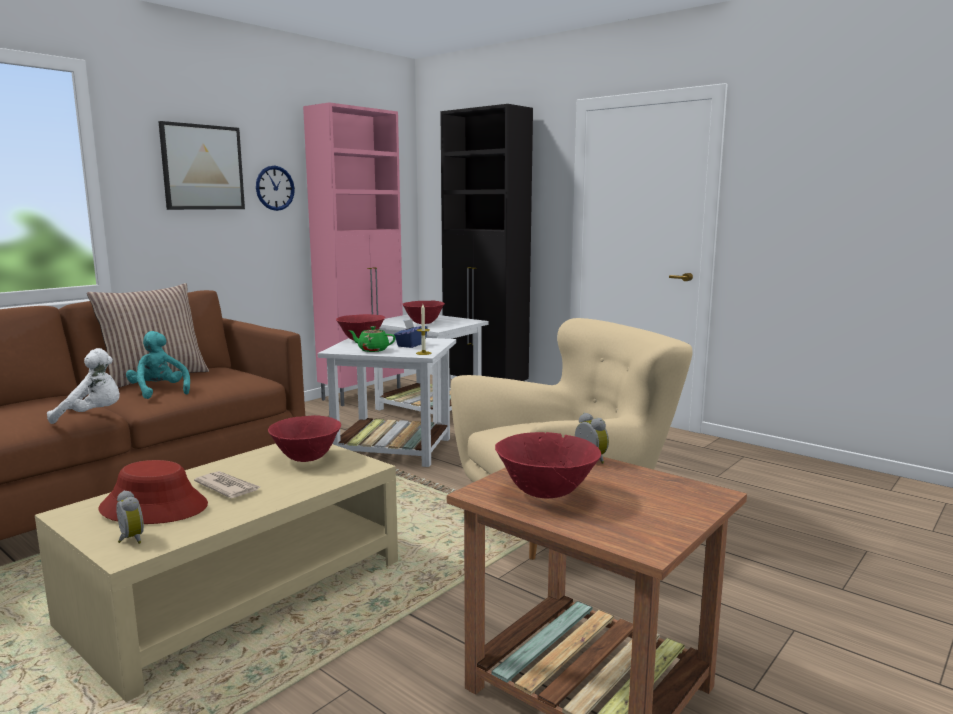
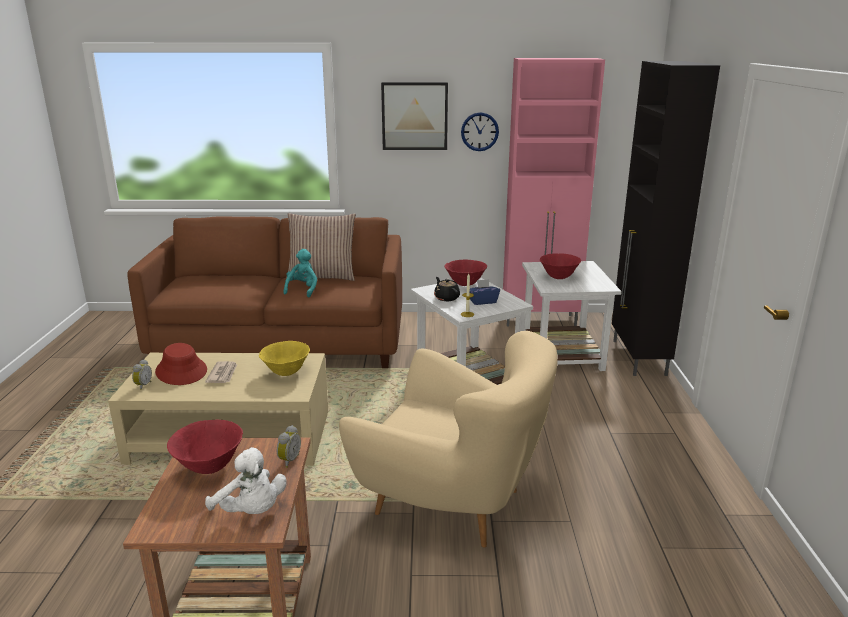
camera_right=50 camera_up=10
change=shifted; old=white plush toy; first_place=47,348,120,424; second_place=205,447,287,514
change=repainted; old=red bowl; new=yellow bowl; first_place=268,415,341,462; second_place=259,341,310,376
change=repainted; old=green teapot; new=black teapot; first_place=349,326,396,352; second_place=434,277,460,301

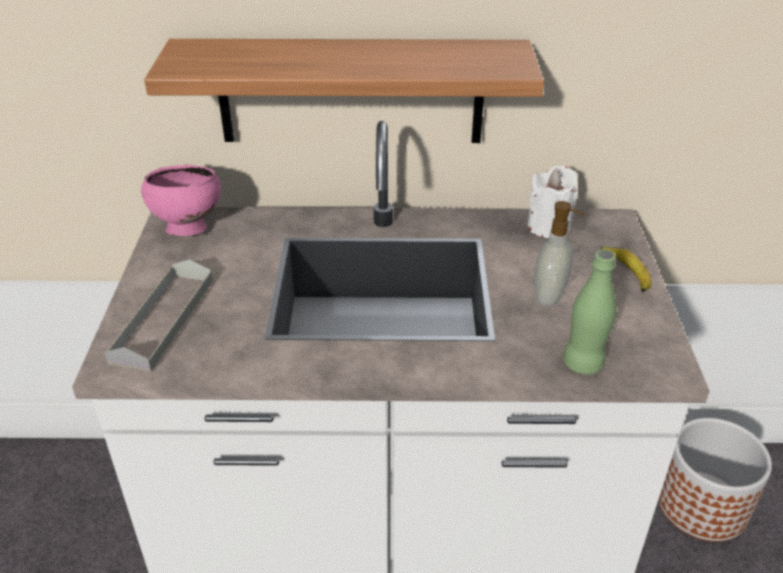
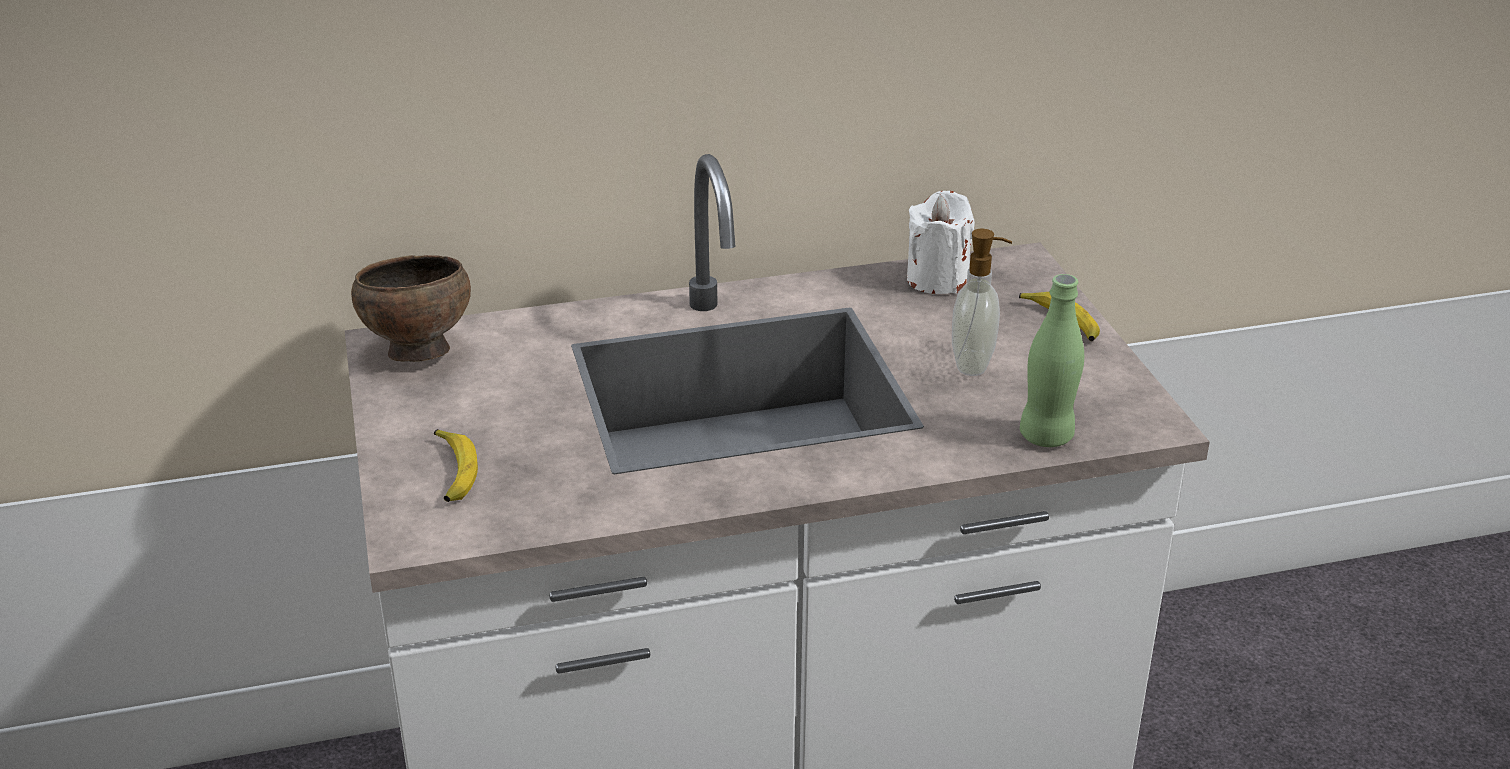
camera_right=-15 camera_up=-5
change=repainted; old=pink bowl; new=brown bowl; first_place=141,165,221,236; second_place=351,255,471,362
change=swapped; old=grey tray; new=banana; first_place=104,259,213,372; second_place=434,429,478,502
change=gone; old=shelf; first_place=144,39,544,143
change=gone; old=planter; first_place=658,418,772,542

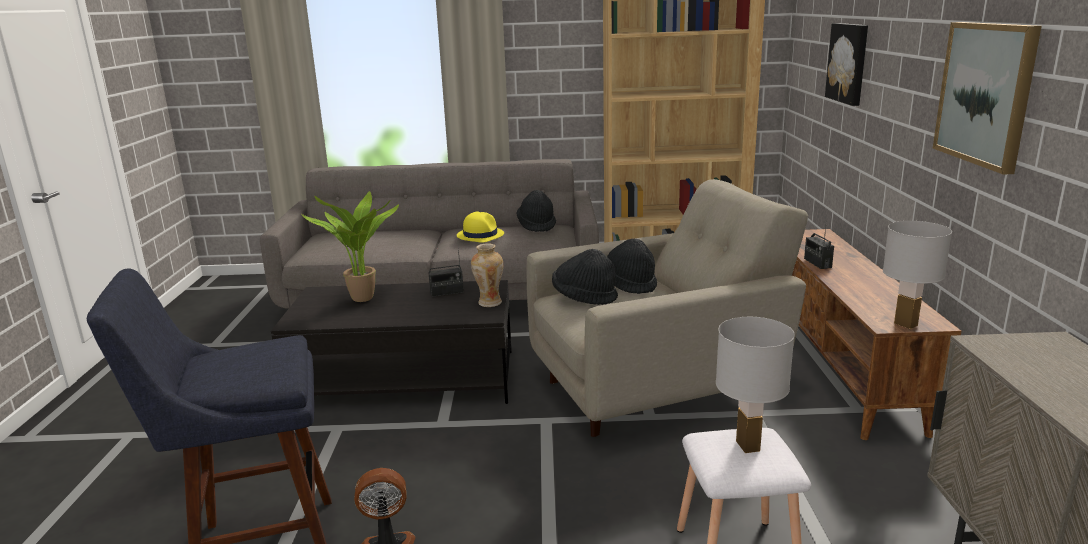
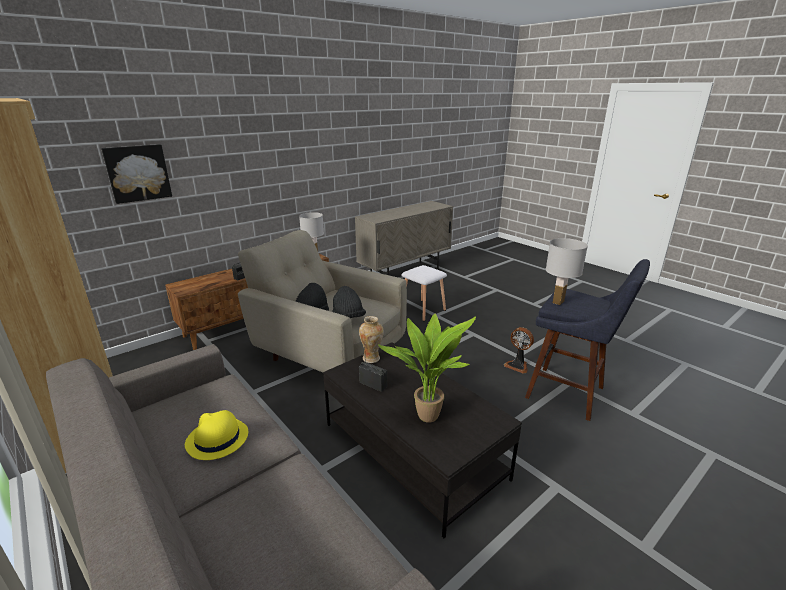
camera_right=-130 camera_up=5
change=shifted; old=white table lamp; first_place=716,317,795,453; second_place=546,238,588,305
change=gone; old=black hat; first_place=516,190,556,232
change=gone; old=picture; first_place=933,22,1042,175

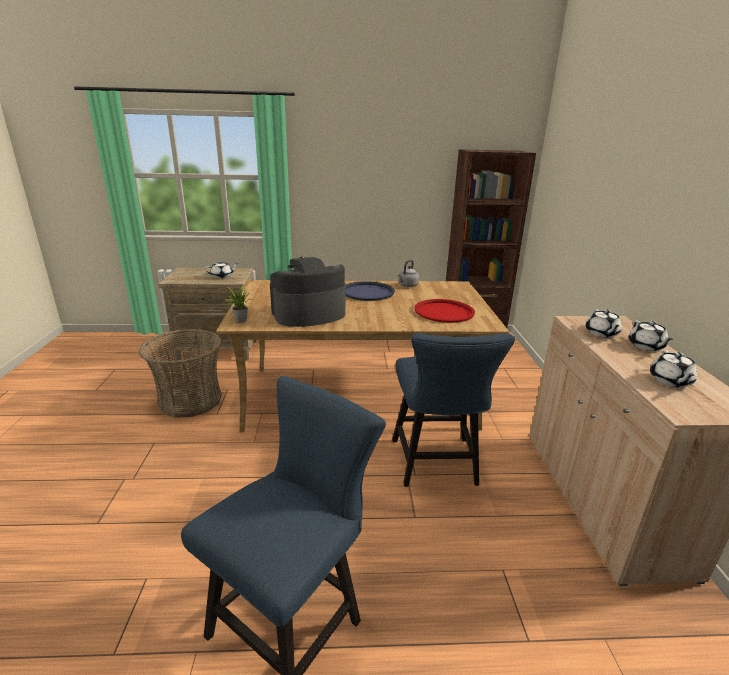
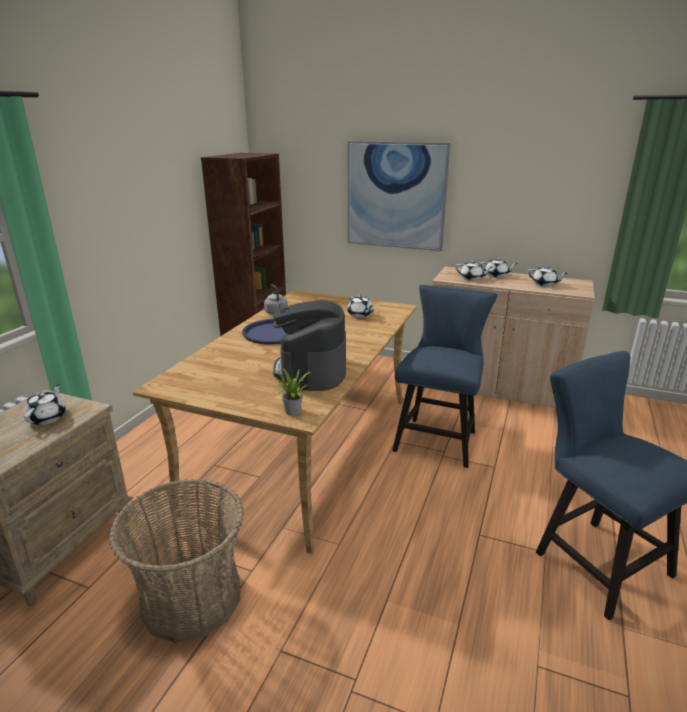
camera_right=-65 camera_up=0
change=swapped; old=red tray; new=white teapot; first_place=414,299,475,323; second_place=347,295,373,318
change=new; new=picture; second_place=348,141,451,251
change=rotated; old=blue chair; first_place=392,333,515,487; second_place=392,285,497,468; degrees=-90

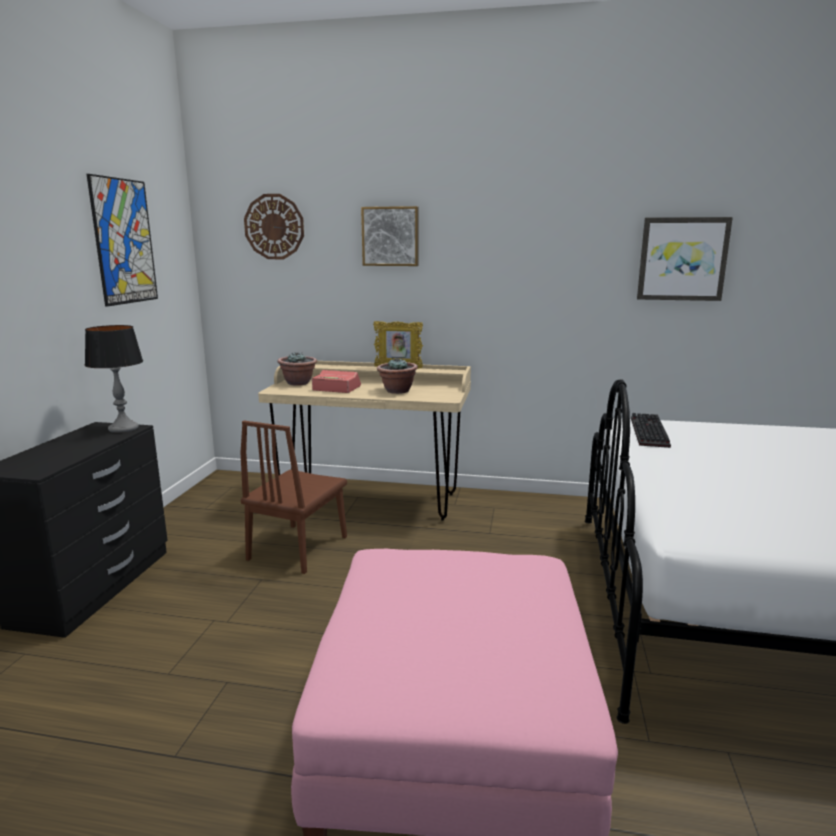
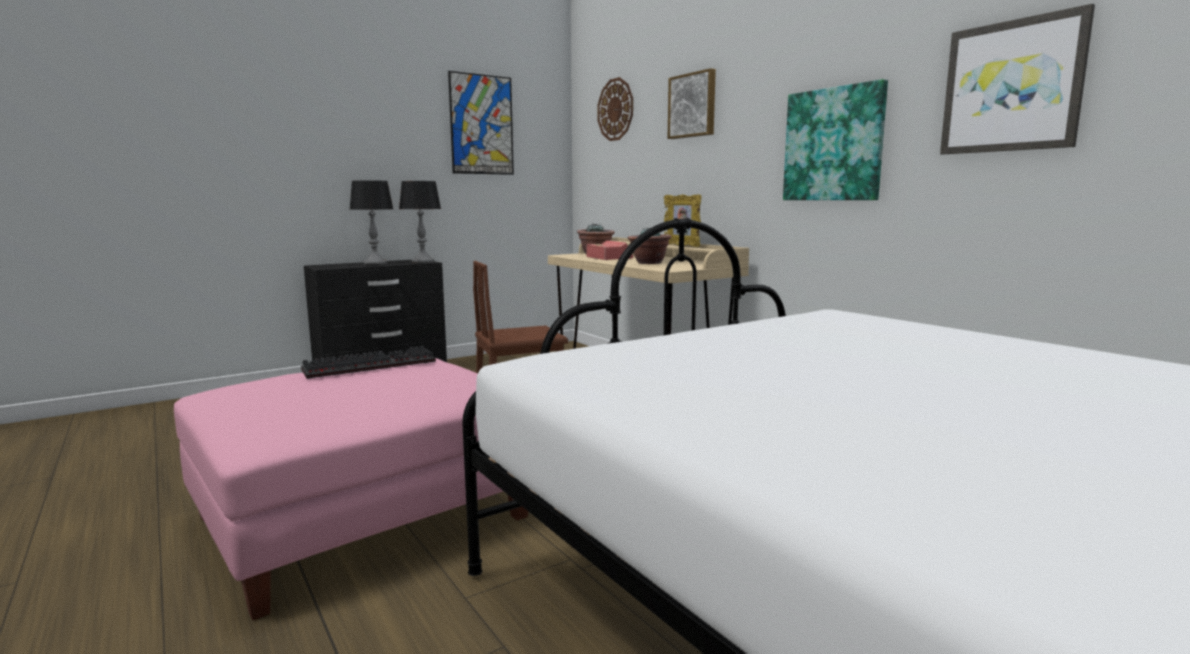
camera_right=45 camera_up=-5
change=shifted; old=keyboard; first_place=631,413,671,448; second_place=301,346,436,379
change=new; new=table lamp; second_place=349,180,393,265
change=new; new=picture; second_place=783,79,888,200

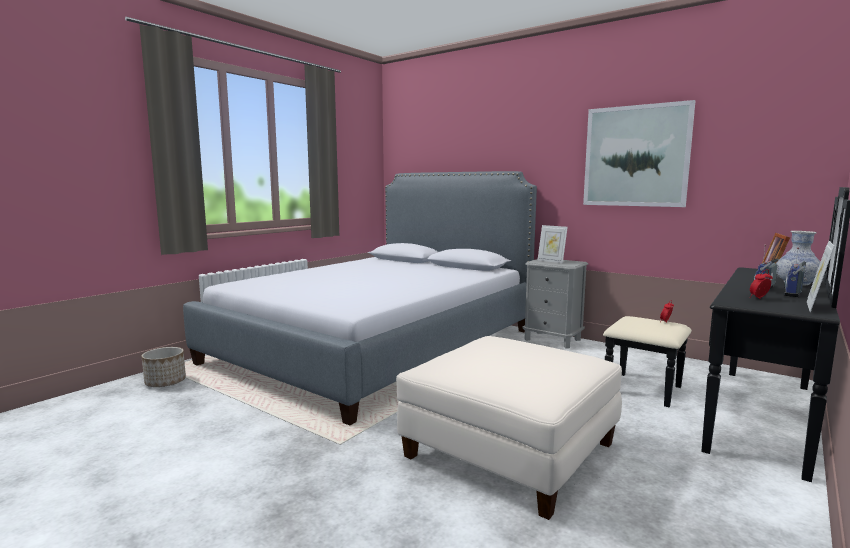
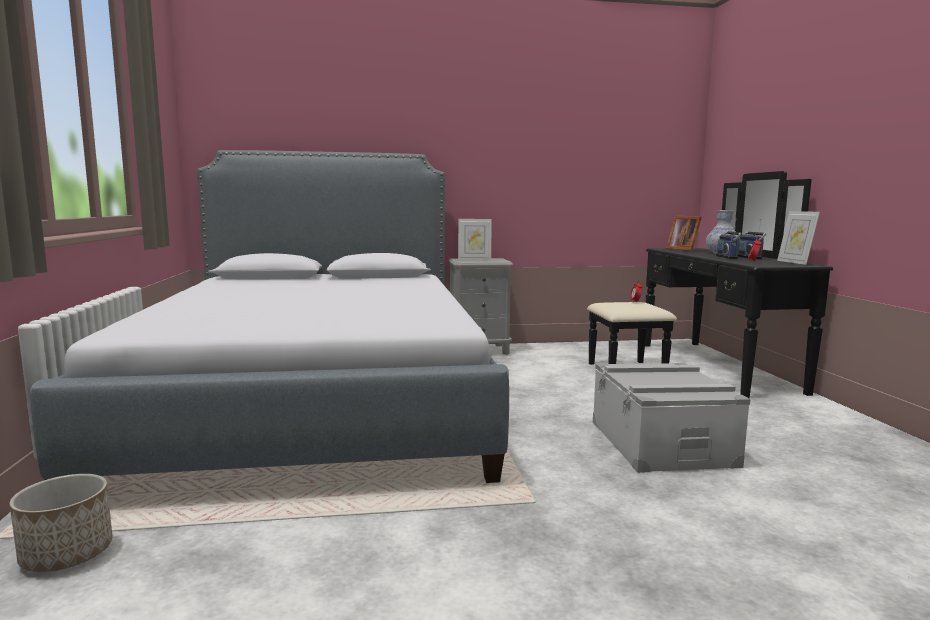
camera_right=-45 camera_up=0
change=swapped; old=white ottoman; new=grey storage box; first_place=396,336,622,520; second_place=593,363,751,473
change=gone; old=picture; first_place=583,100,695,207

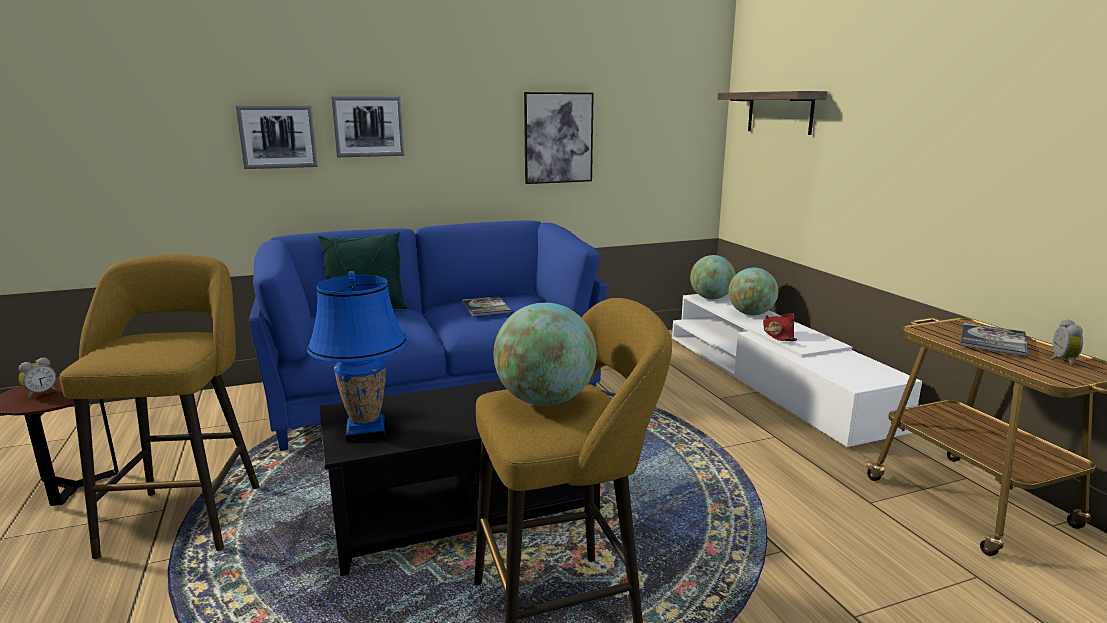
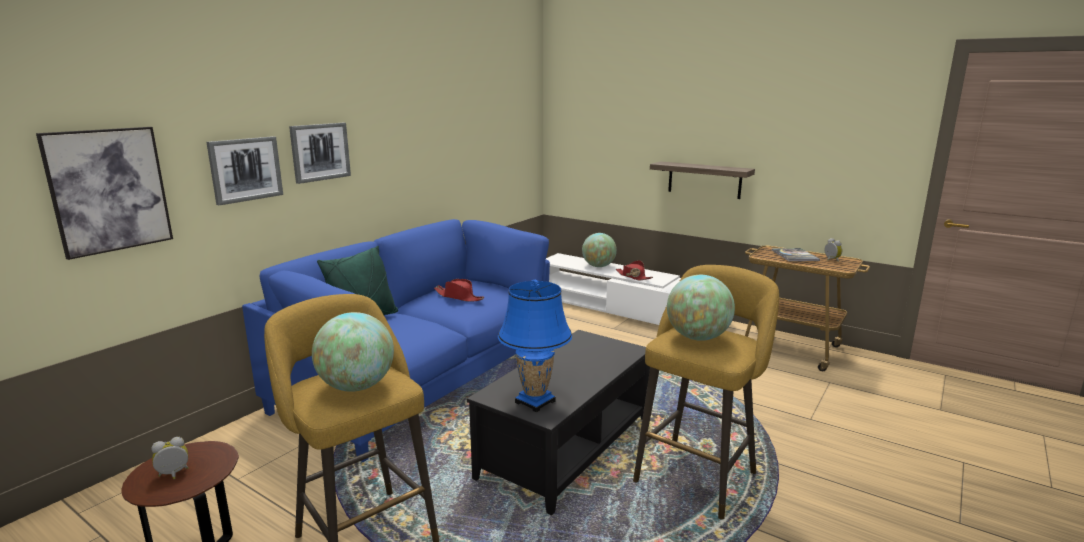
camera_right=-35 camera_up=0
change=shifted; old=picture; first_place=524,92,594,184; second_place=36,127,173,260
change=rotated; old=alarm clock; first_place=19,357,57,399; second_place=151,437,189,479; degrees=-120
change=shifted; old=globe; first_place=690,255,736,299; second_place=312,312,394,392
change=swapped; old=book; new=red hat; first_place=462,296,512,316; second_place=434,279,484,302
change=shifted; old=shelf; first_place=717,91,827,135; second_place=650,161,755,199

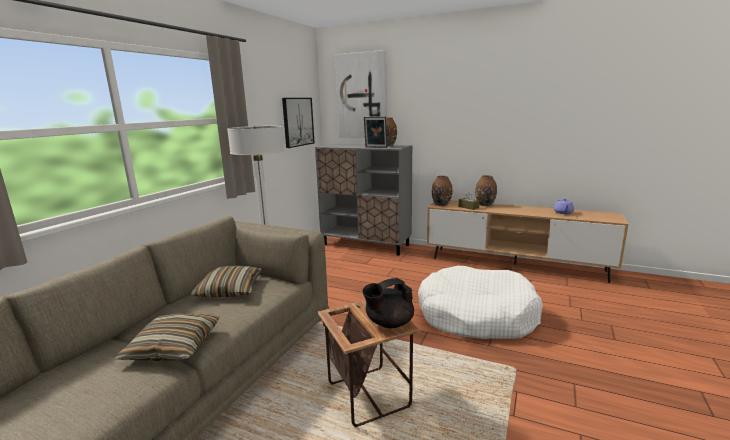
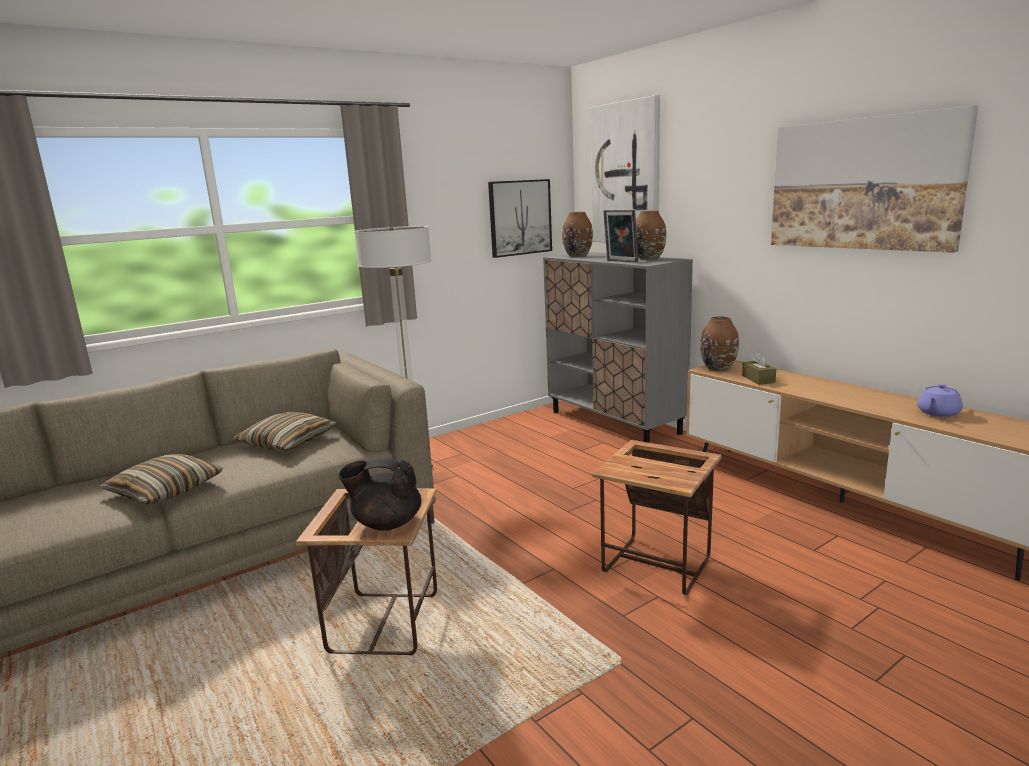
camera_right=30 camera_up=0
change=shifted; old=brown vase; first_place=475,175,497,206; second_place=562,212,593,257
change=swapped; old=white dog bed; new=side table; first_place=418,266,543,339; second_place=592,440,722,595
change=new; new=picture; second_place=771,105,978,253

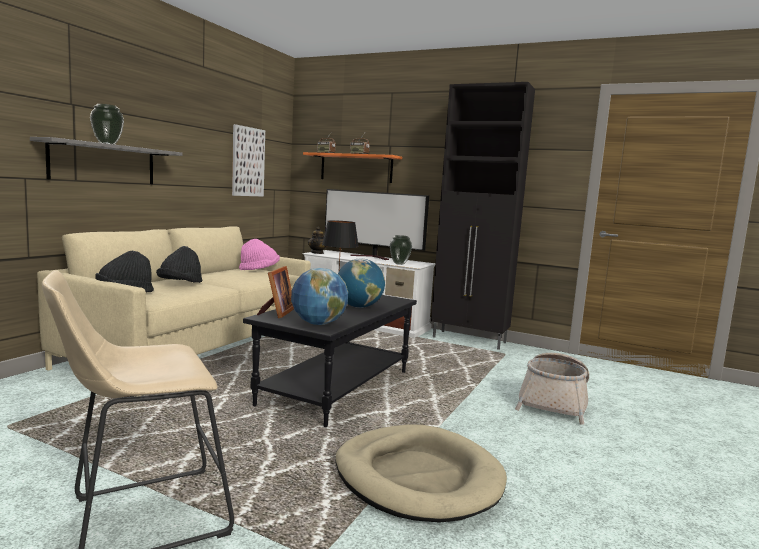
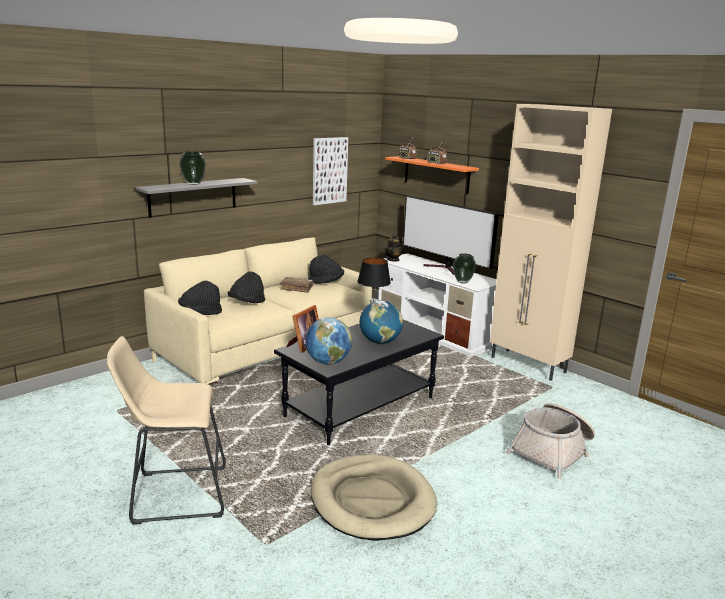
camera_right=20 camera_up=10
change=new; new=brown book; second_place=280,277,313,293
change=repainted; old=pink hat; new=black hat; first_place=239,239,280,270; second_place=308,255,344,284
change=repainted; old=black cabinet; new=beige cabinet; first_place=431,82,535,350; second_place=490,104,612,381

